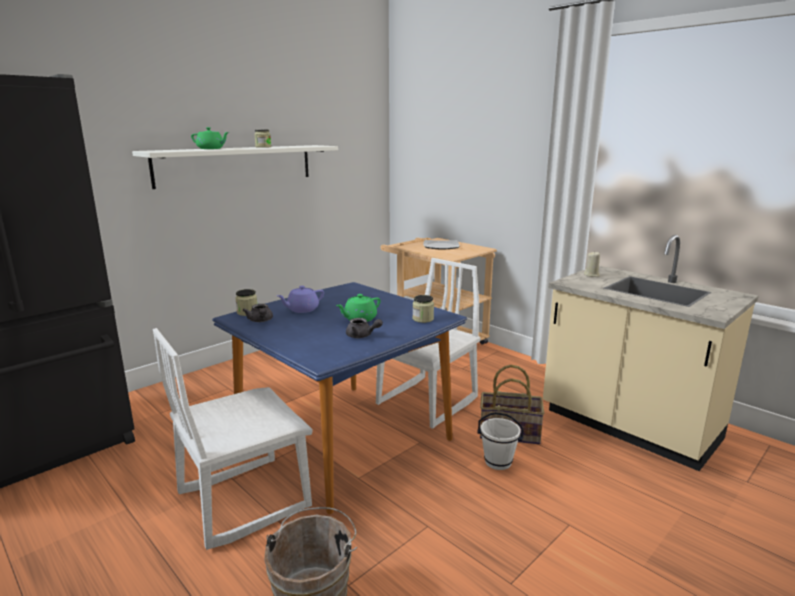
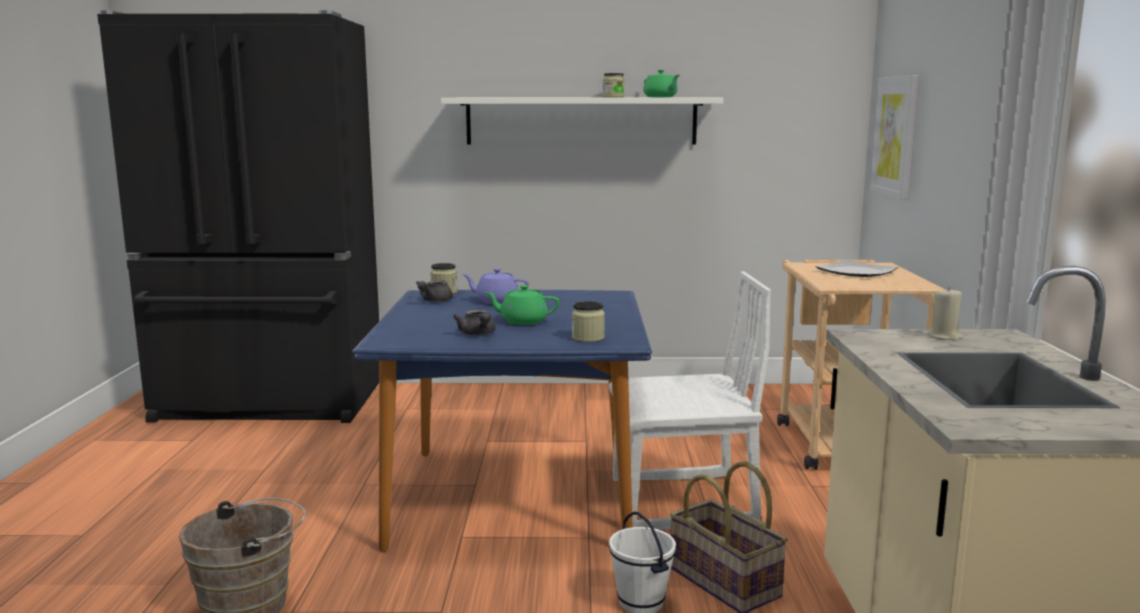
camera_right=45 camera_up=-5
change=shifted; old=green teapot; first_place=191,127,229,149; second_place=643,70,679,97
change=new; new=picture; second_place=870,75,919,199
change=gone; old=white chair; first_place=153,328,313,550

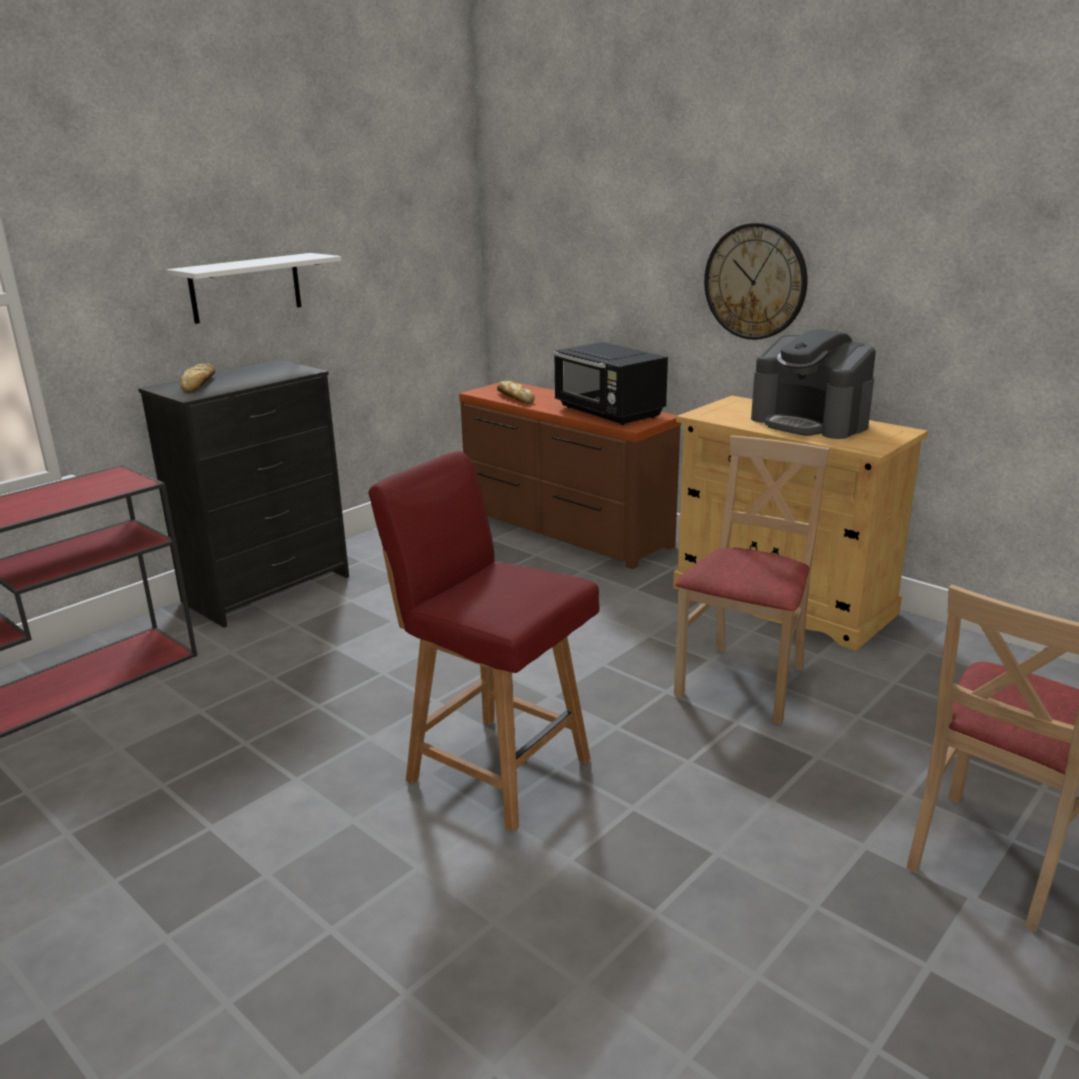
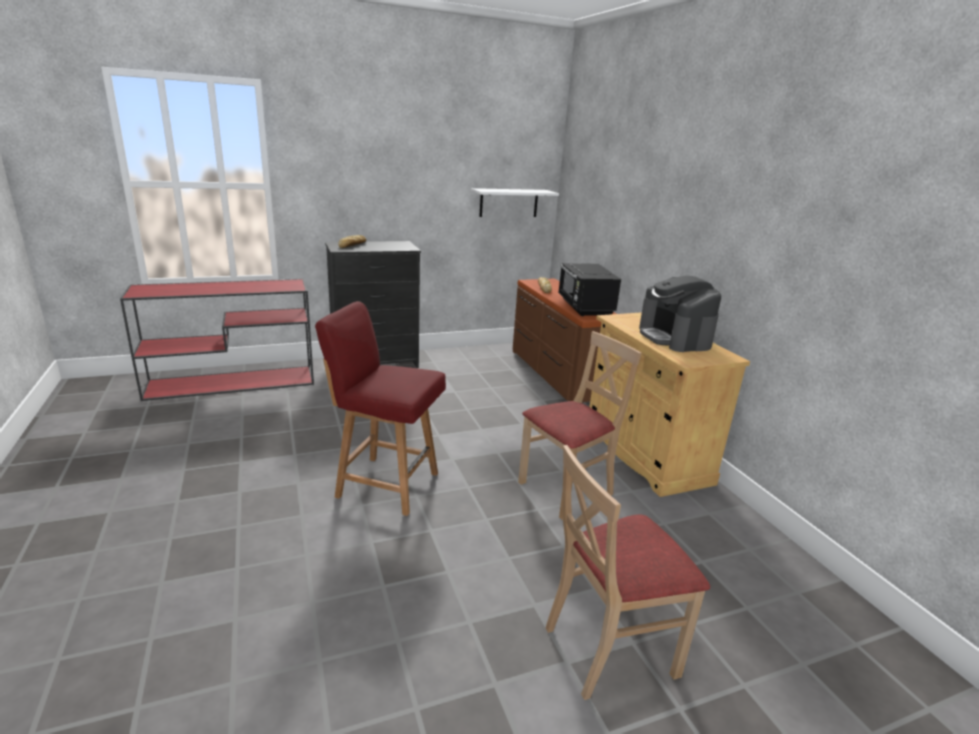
camera_right=25 camera_up=0
change=rotated; old=red chair; first_place=368,451,600,832; second_place=315,301,446,516; degrees=-45
change=shifted; old=white shelf; first_place=166,253,341,324; second_place=471,188,559,217
change=gone; old=wall clock; first_place=704,223,808,340

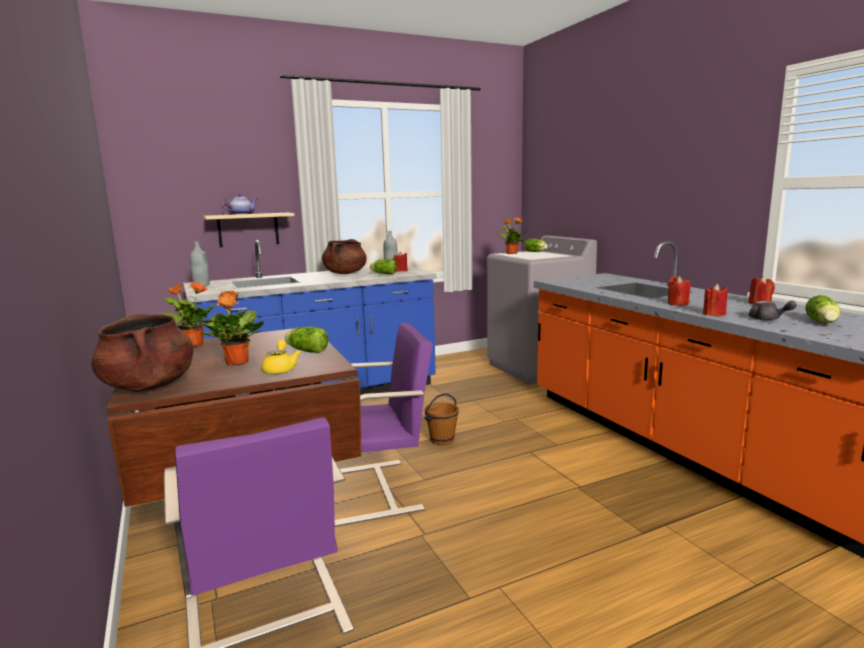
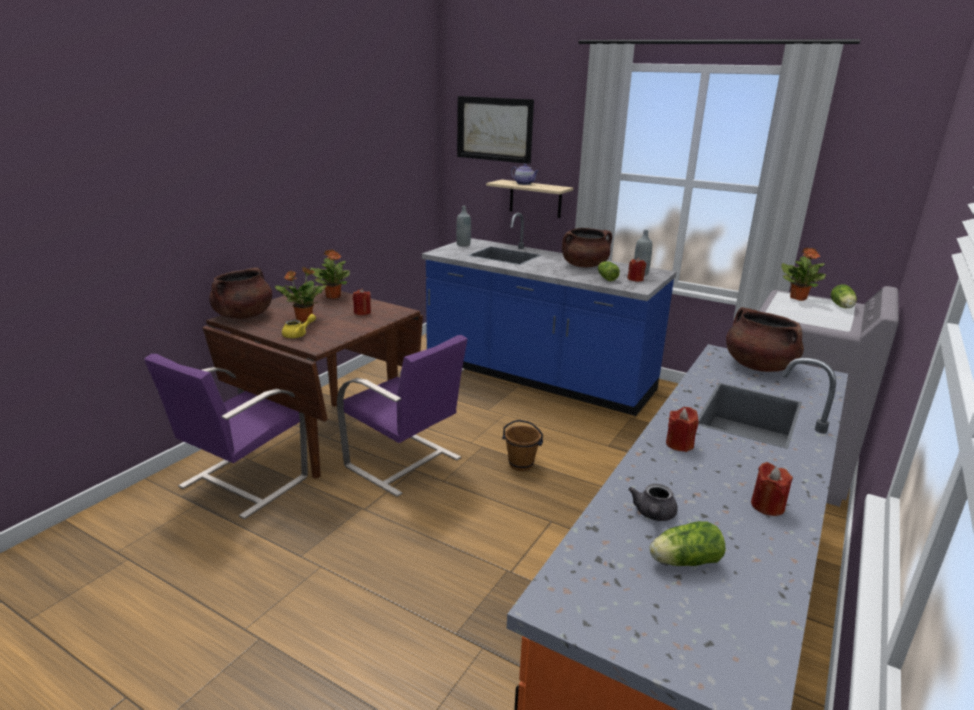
camera_right=55 camera_up=10
change=shifted; old=red candle; first_place=703,284,728,316; second_place=353,289,371,315
change=new; new=picture; second_place=457,96,534,164
change=new; new=brown cooking pot; second_place=726,307,804,372
change=gone; old=lettuce; first_place=285,327,328,353

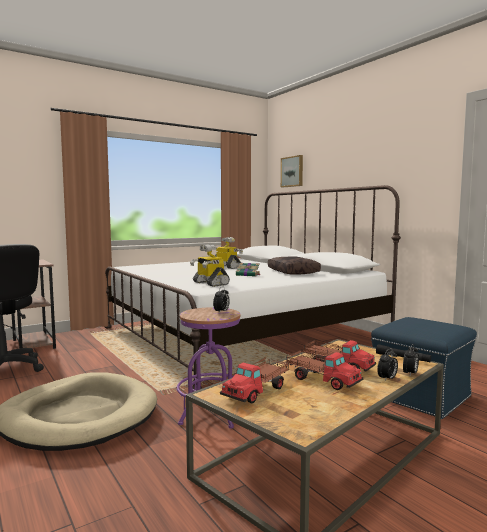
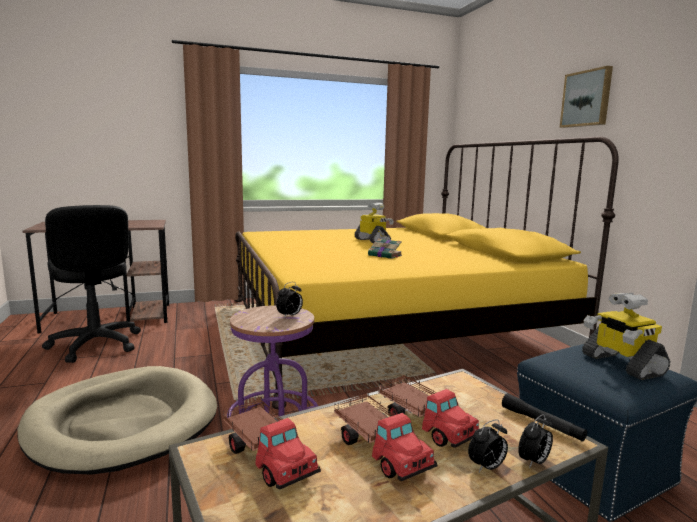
camera_right=15 camera_up=5
change=rotated; old=toy truck; first_place=220,358,289,403; second_place=223,399,321,490; degrees=-90
change=repainted; old=white bed; new=yellow bed; first_place=105,185,401,390; second_place=234,136,619,409
change=shifted; old=picture; first_place=281,155,303,187; second_place=560,66,613,128
change=shifted; old=toy robot; first_place=190,244,230,287; second_place=582,293,670,380
change=gone; old=brown pillow; first_place=268,256,321,275

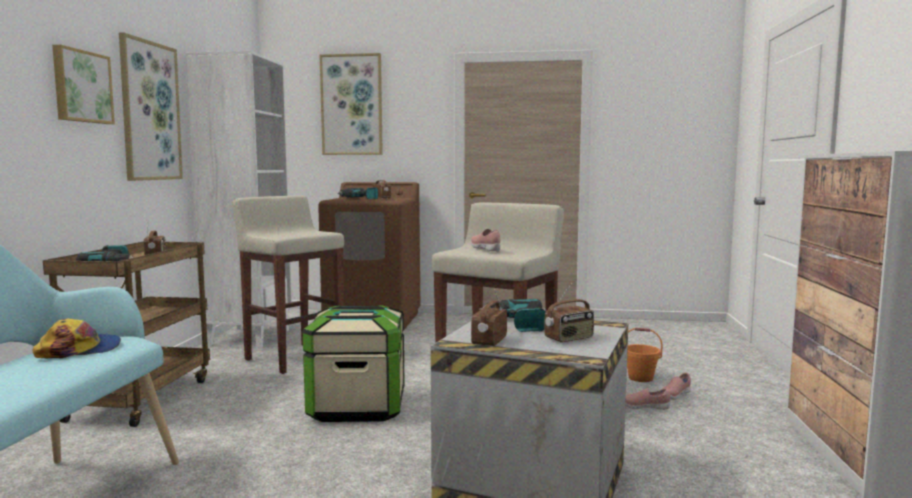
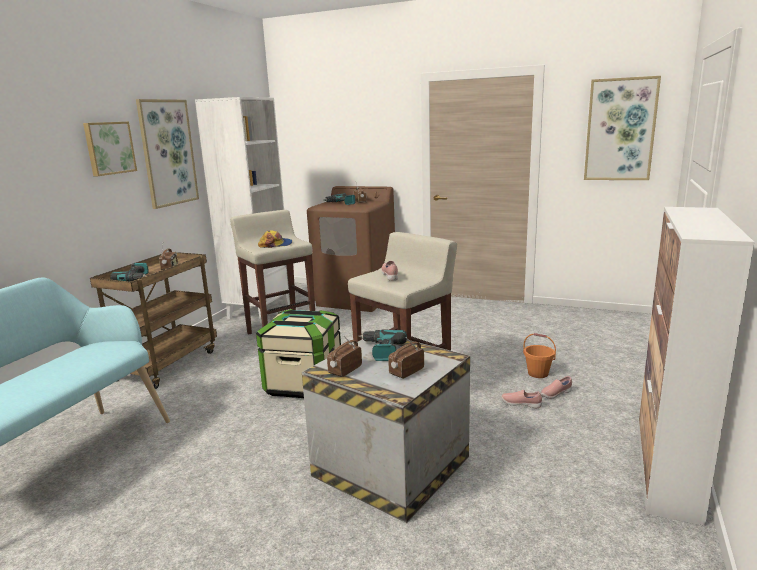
camera_right=15 camera_up=10
change=shifted; old=cap; first_place=32,318,121,358; second_place=258,230,292,248
change=rotated; old=radio; first_place=544,283,594,343; second_place=388,337,424,379; degrees=150
change=shifted; old=picture; first_place=319,53,383,155; second_place=584,76,661,180

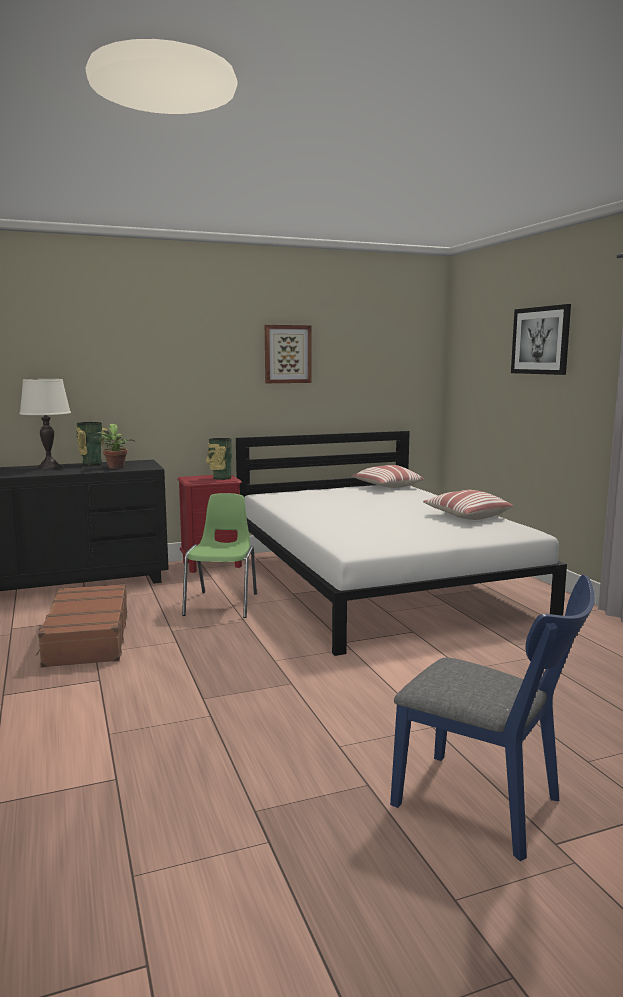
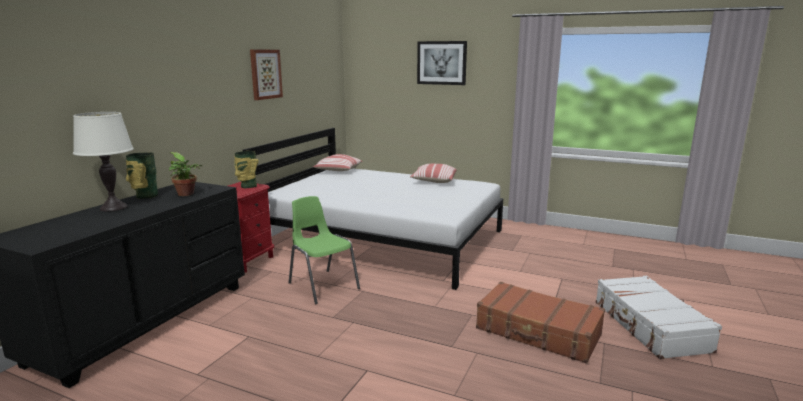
camera_right=-45 camera_up=5
change=shifted; old=brown suitcase; first_place=36,584,127,668; second_place=476,282,605,364
change=swapped; old=blue chair; new=white suitcase; first_place=390,575,595,861; second_place=596,276,722,359

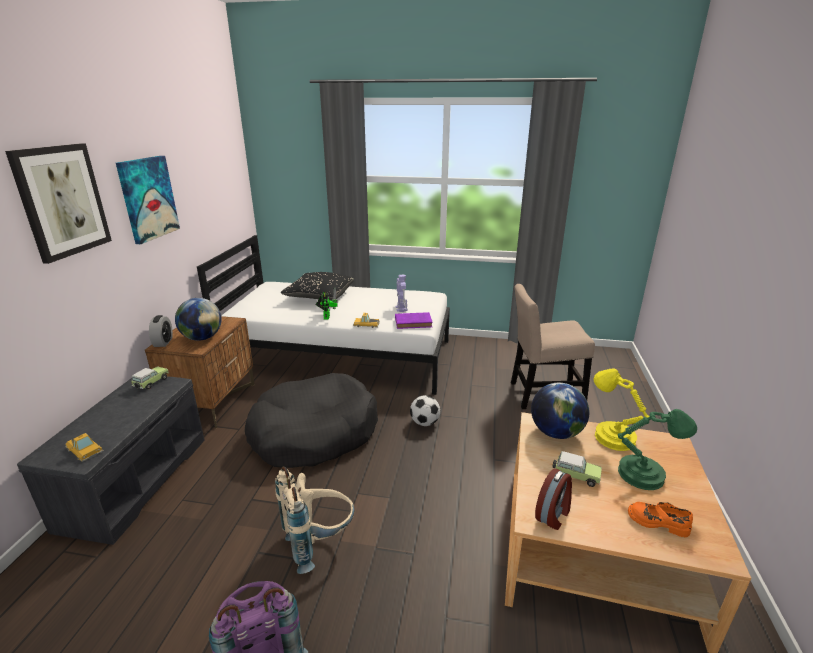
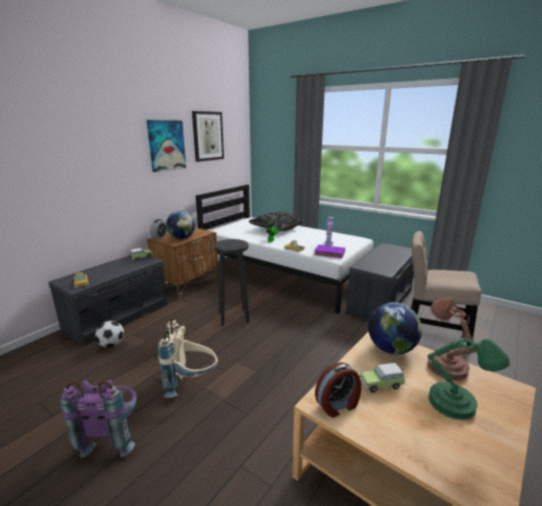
camera_right=25 camera_up=-5
change=shifted; old=football; first_place=410,395,440,426; second_place=95,321,124,348
change=shifted; old=picture; first_place=5,143,112,264; second_place=192,111,224,162
change=swapped; old=black dog bed; new=black stool; first_place=245,373,378,468; second_place=214,239,249,326
change=new; new=grey bench; second_place=346,243,414,320
change=rotated; old=toy car; first_place=552,451,602,487; second_place=360,363,405,393; degrees=120
change=repainted; old=yellow table lamp; new=brown table lamp; first_place=594,369,649,451; second_place=427,298,476,381
change=gone; old=orange shoe; first_place=628,502,693,537

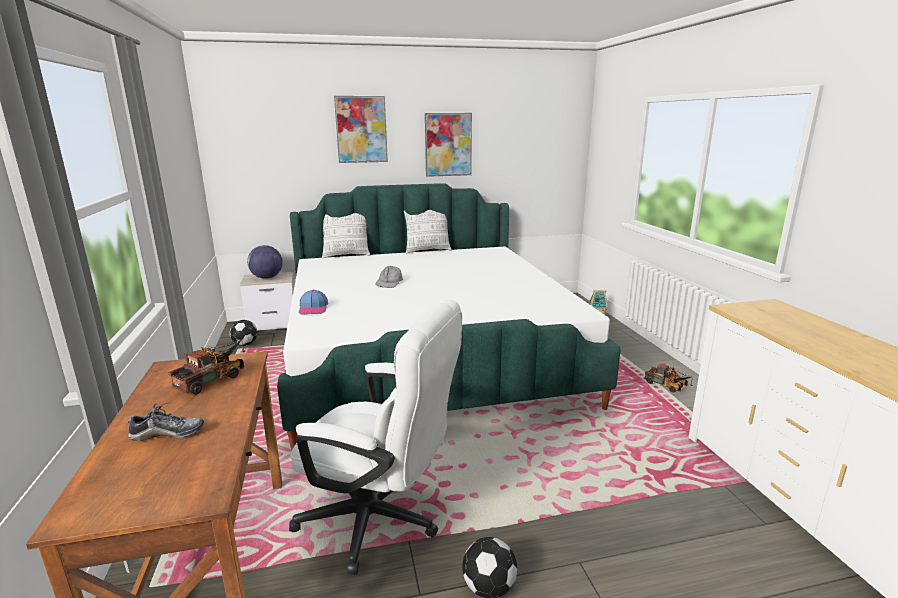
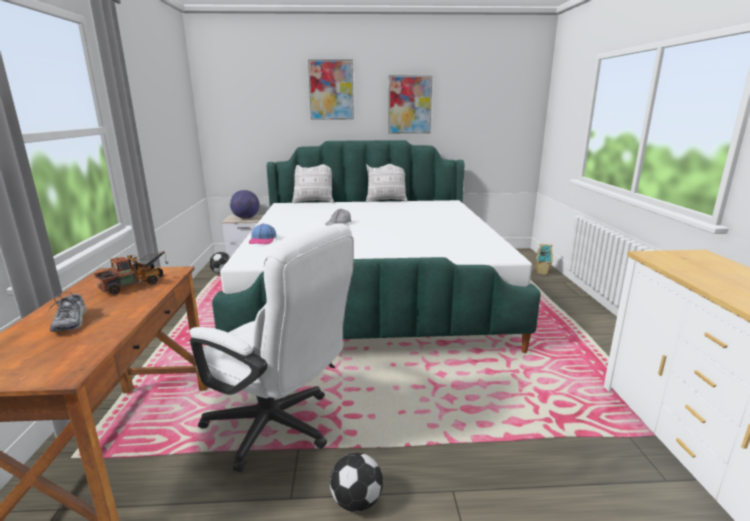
camera_right=10 camera_up=0
change=rotated; old=shoe; first_place=125,402,204,441; second_place=48,292,87,332; degrees=75
change=gone; old=toy truck; first_place=644,363,693,393

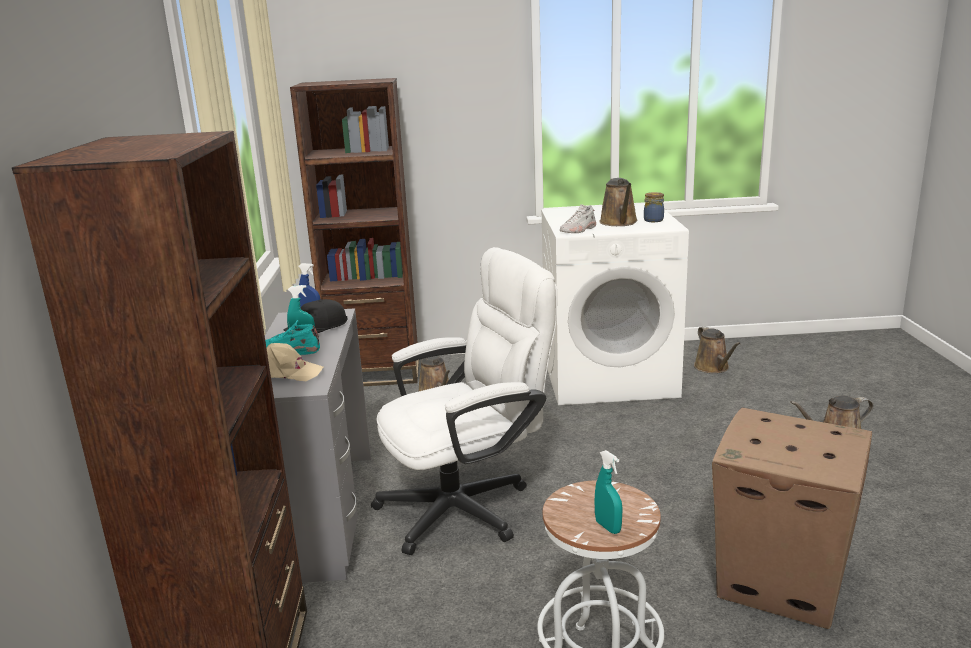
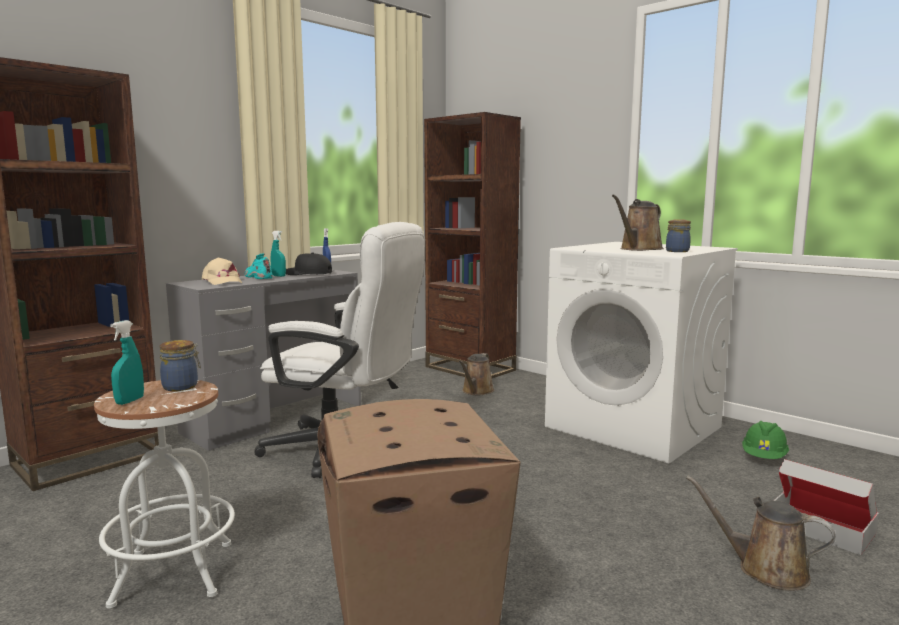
camera_right=45 camera_up=-10
change=new; new=jar; second_place=160,340,201,391
change=swapped; old=brown watering can; new=green hard hat; first_place=694,326,741,373; second_place=742,421,789,459
change=new; new=cardboard box; second_place=774,459,879,555
change=gone; old=white shoe; first_place=560,204,596,233

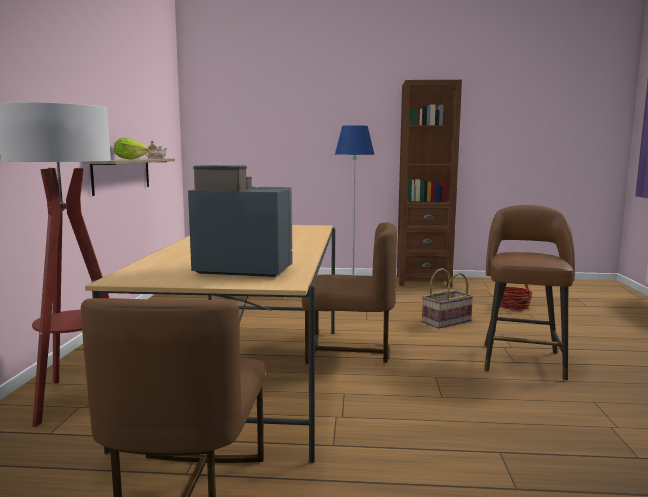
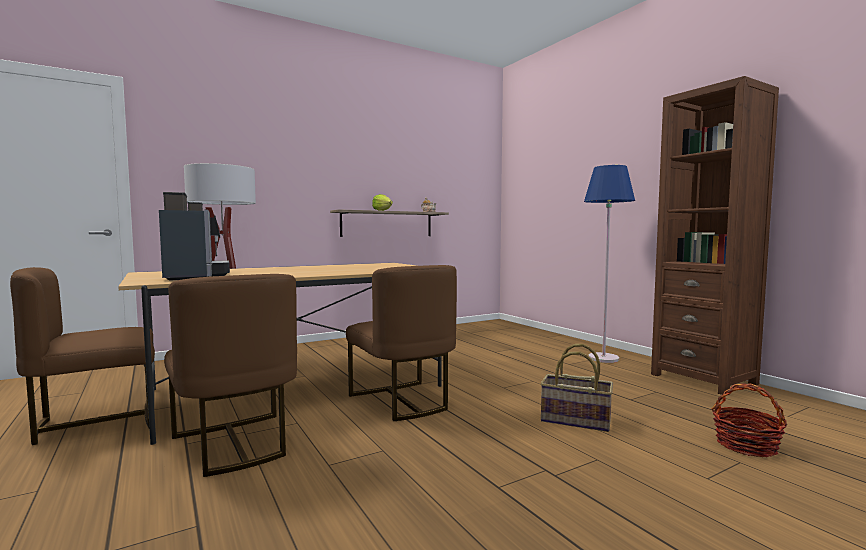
camera_right=55 camera_up=-5
change=new; new=brown chair; second_place=164,274,297,477
change=gone; old=brown stool; first_place=484,205,575,381

